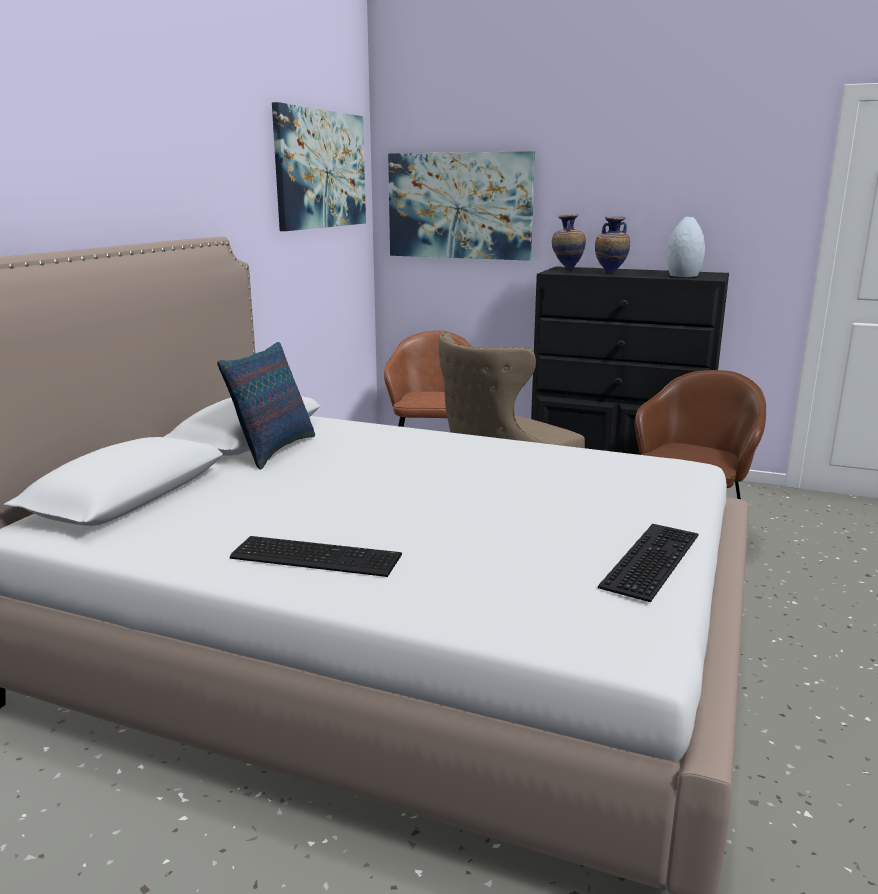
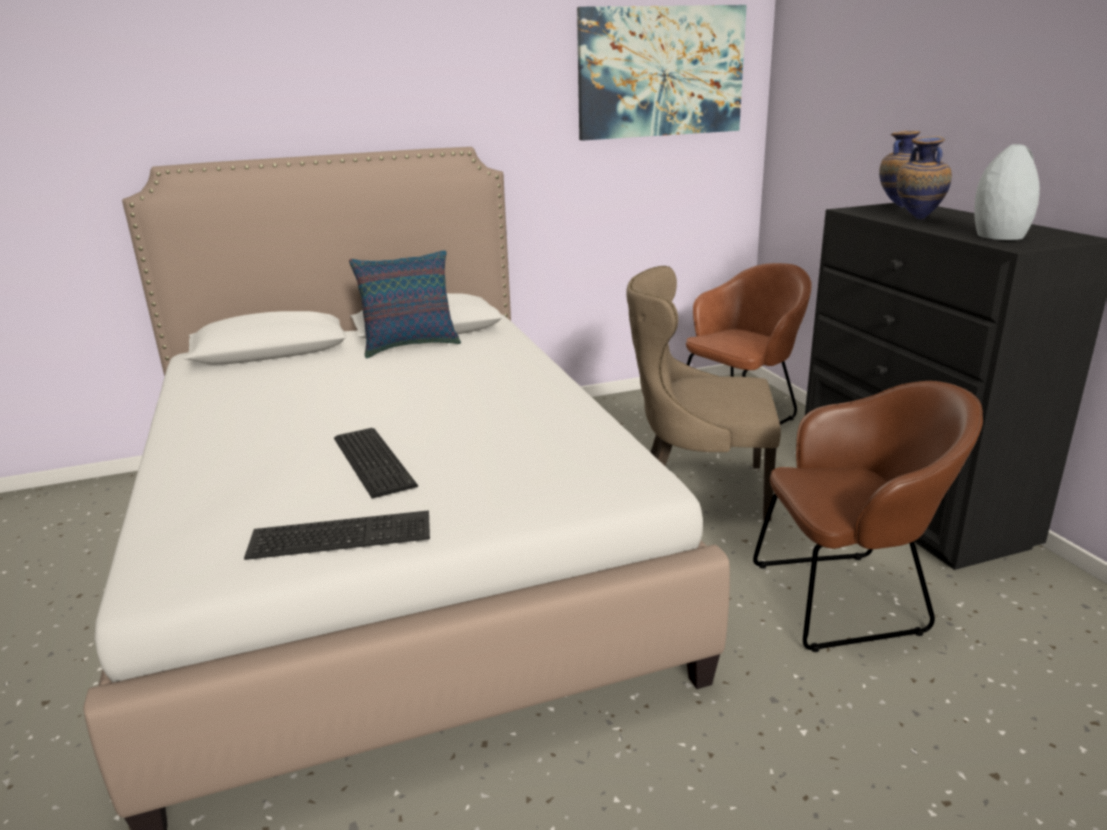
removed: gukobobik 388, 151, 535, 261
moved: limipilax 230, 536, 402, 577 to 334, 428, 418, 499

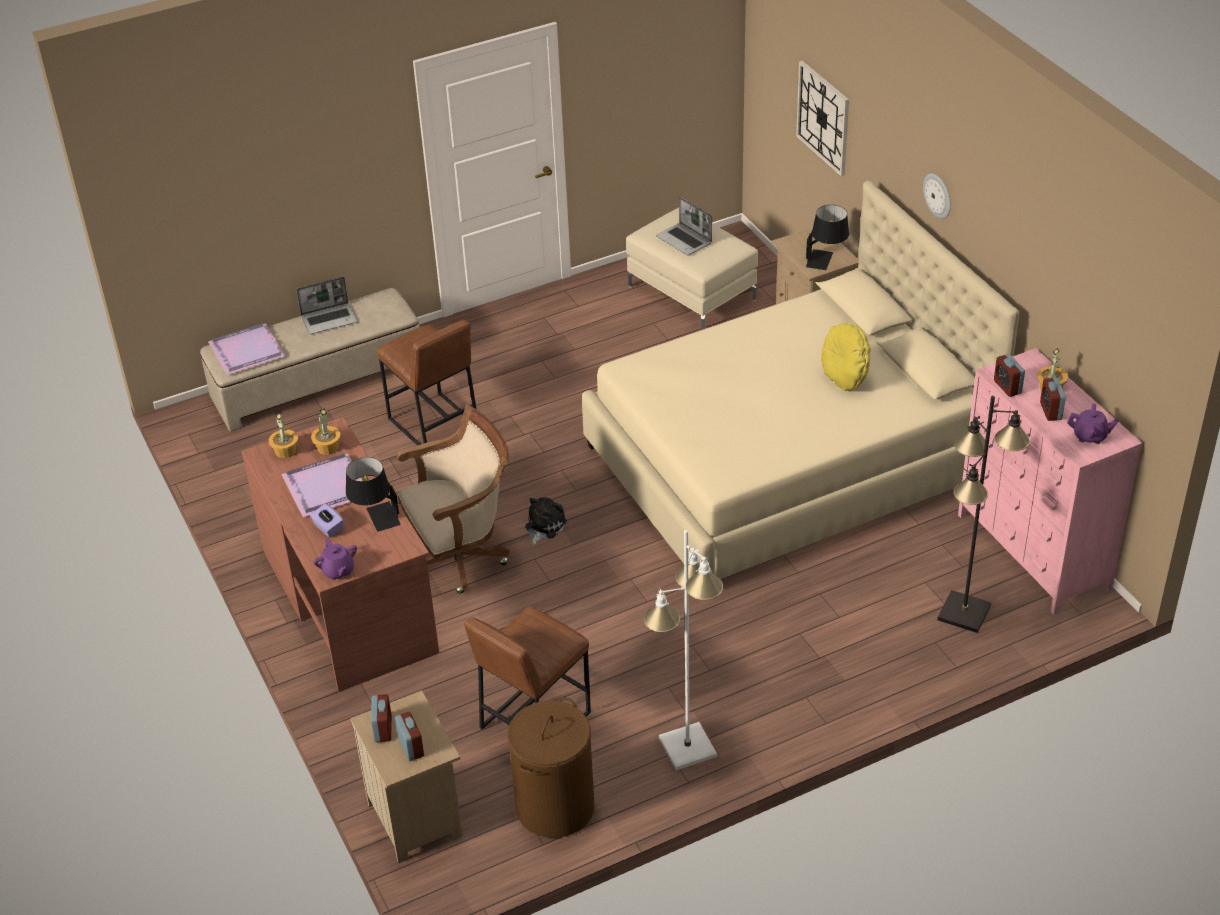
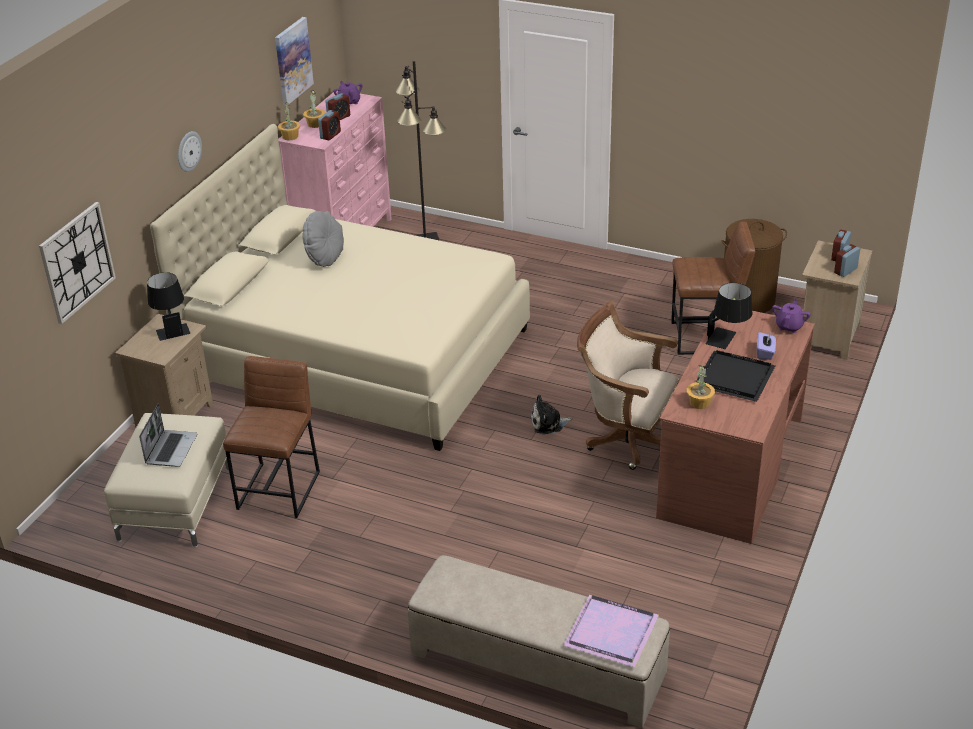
removed: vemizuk 296, 277, 358, 334; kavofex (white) 643, 530, 723, 770
added: gukobobik 275, 17, 314, 105
moved: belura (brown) 377, 320, 477, 445 to 223, 356, 320, 518; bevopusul 269, 413, 298, 458 to 278, 102, 300, 140
recoloured: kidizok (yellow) 821, 323, 871, 391 to kidizok (grey) 302, 211, 344, 267; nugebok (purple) 281, 454, 363, 517 to nugebok (black) 696, 350, 775, 402

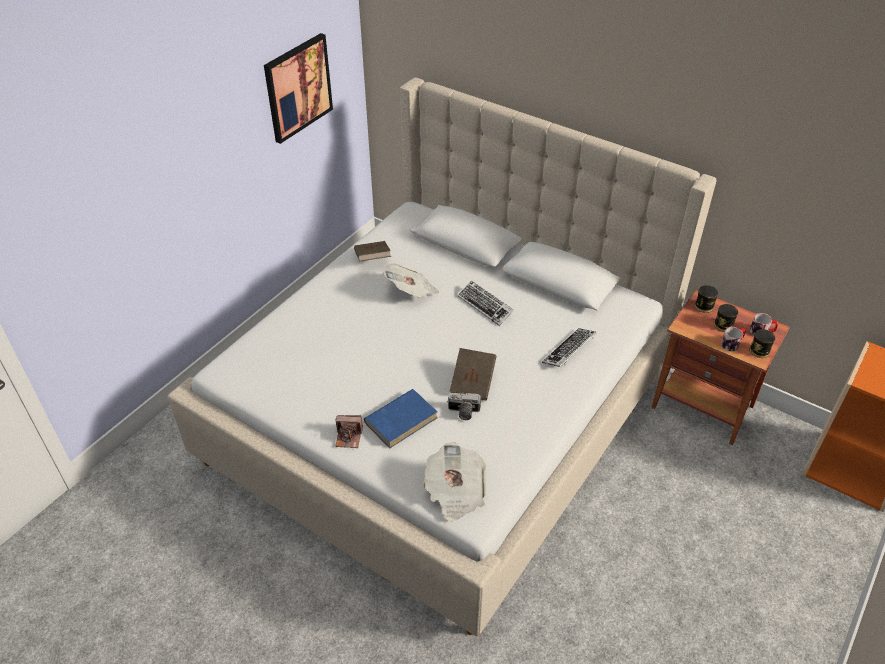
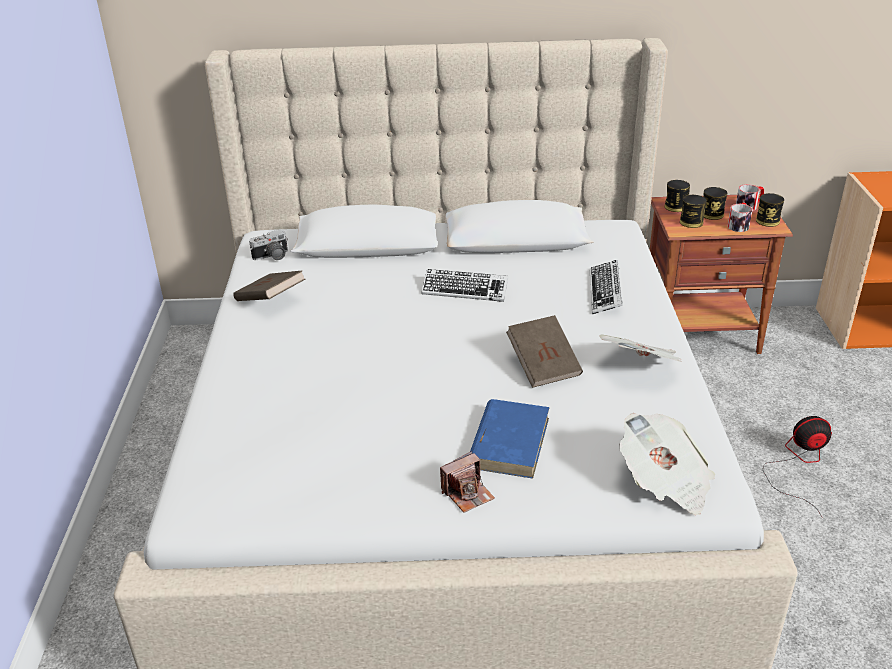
removed: gukobobik 264, 33, 333, 144
added: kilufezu 680, 195, 707, 228; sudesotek 763, 416, 832, 518
moved: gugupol 383, 264, 439, 298 to 600, 334, 682, 362; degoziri 447, 393, 481, 420 to 249, 229, 288, 260

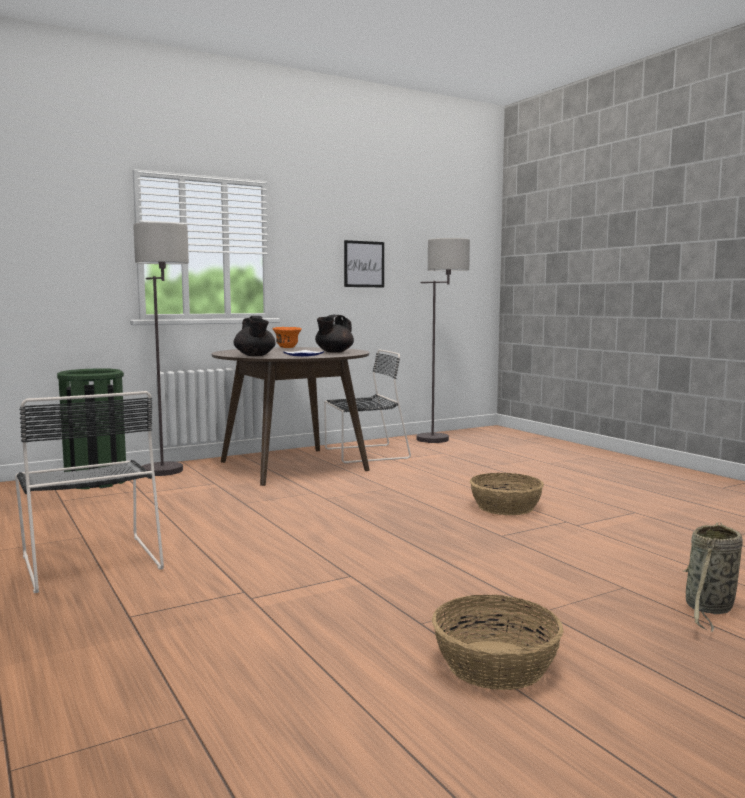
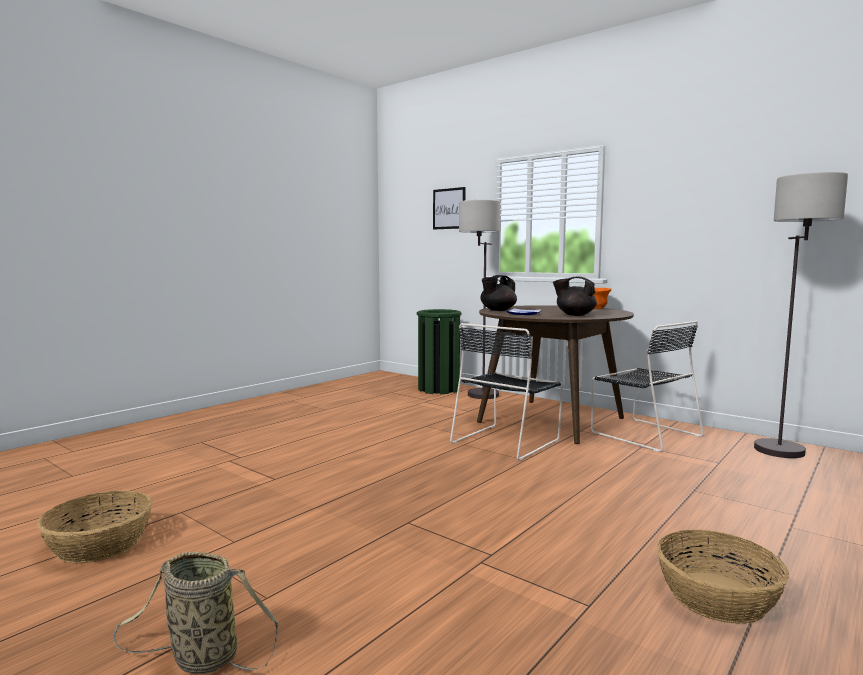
moved: gukobobik 344, 240, 384, 287 to 433, 187, 465, 230; belura (black) 15, 391, 164, 593 to 450, 323, 563, 461; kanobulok 470, 473, 544, 515 to 657, 530, 789, 624

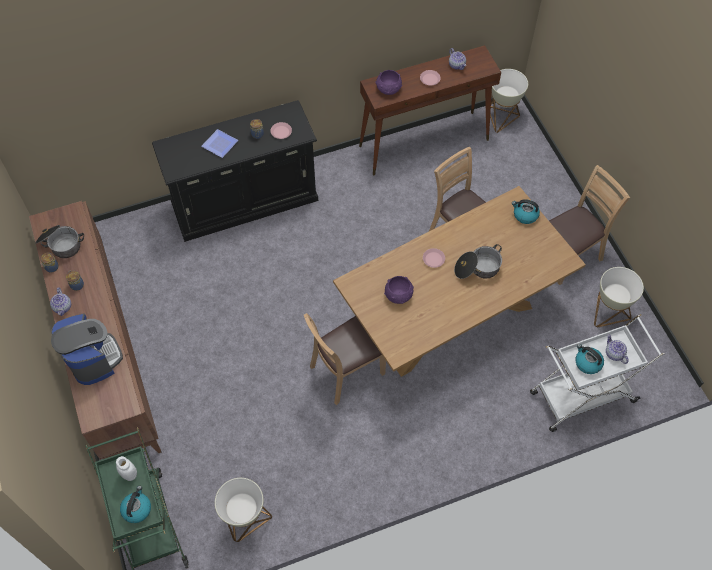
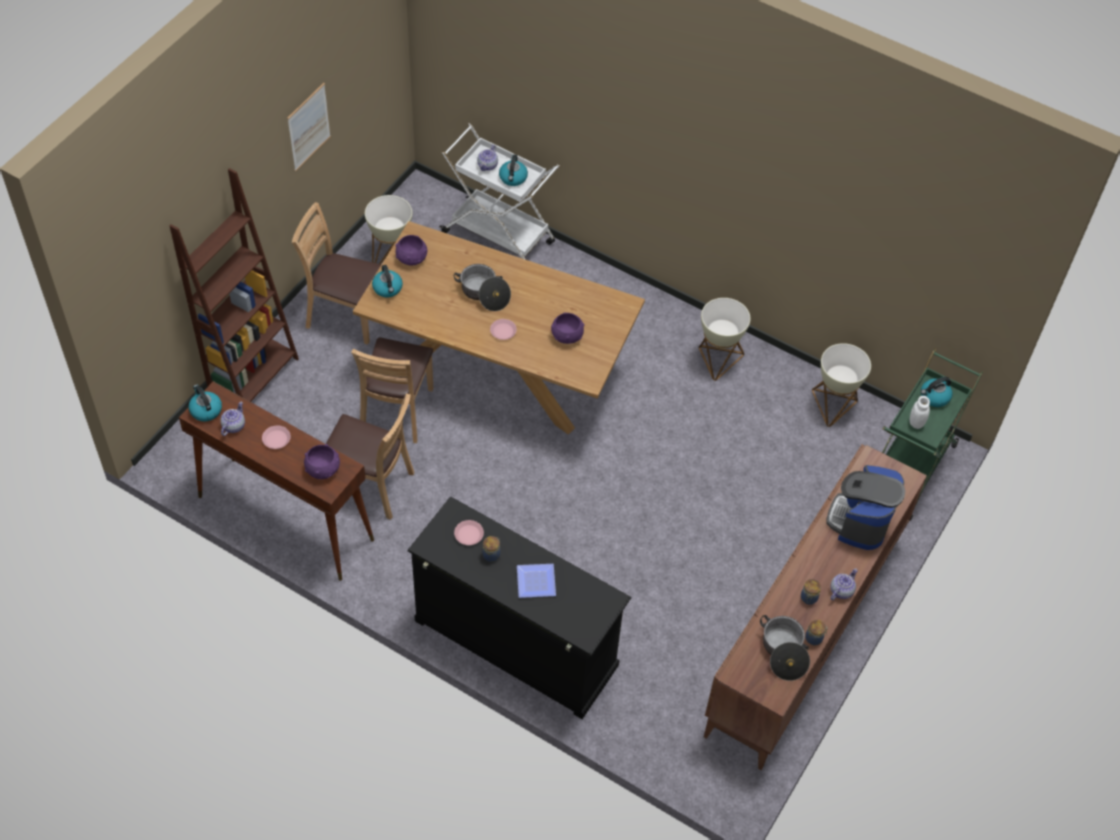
added: gukobobik 287, 83, 331, 171; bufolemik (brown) 170, 168, 299, 402; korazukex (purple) 395, 235, 427, 265; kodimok 189, 384, 222, 422
moved: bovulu 490, 69, 528, 133 to 699, 298, 751, 381; belura (brown) 304, 313, 386, 405 to 326, 393, 414, 520

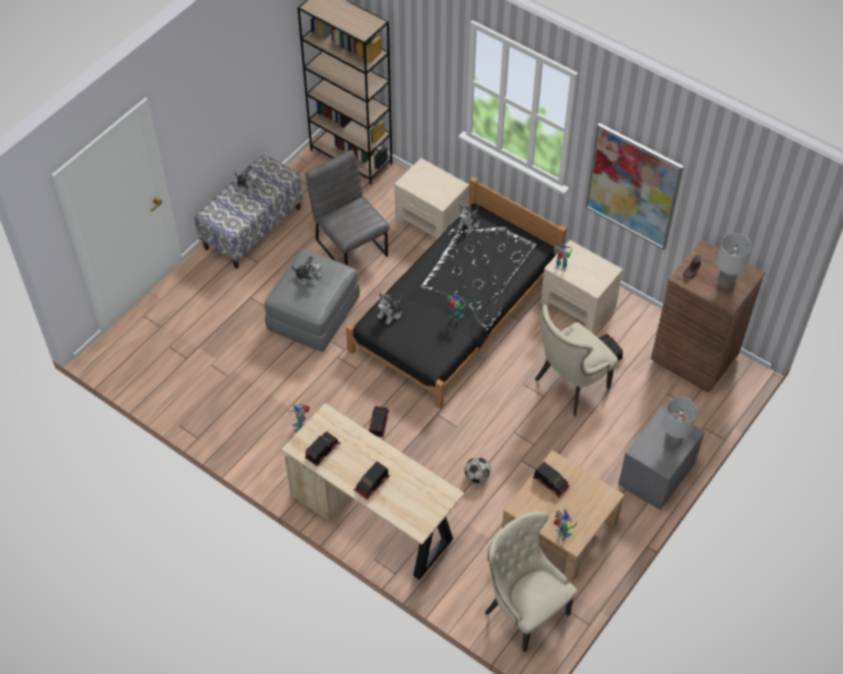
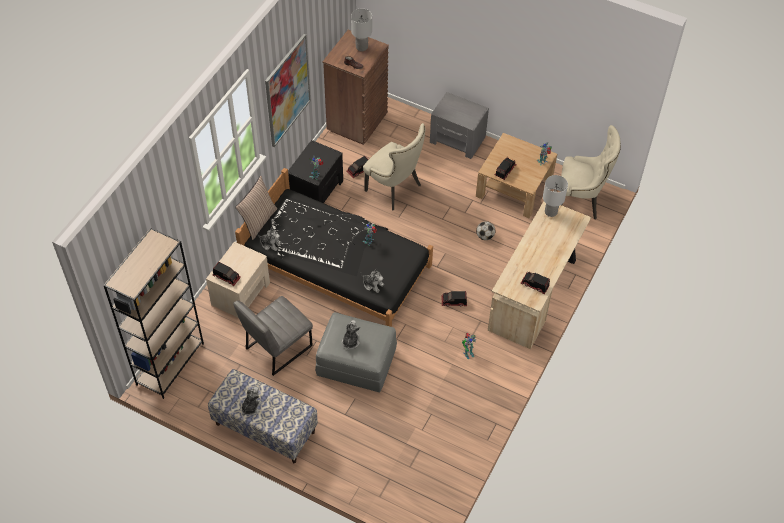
added: kidizok 235, 176, 278, 240
moved: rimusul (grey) 663, 397, 697, 449 to 543, 175, 568, 217; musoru 353, 461, 390, 500 to 213, 262, 241, 286
recoloured: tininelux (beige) 541, 240, 623, 332 to tininelux (black) 288, 140, 343, 203
turned: belura (beige) 485, 511, 577, 652 = 561, 125, 621, 220 120 degrees counterclockwise

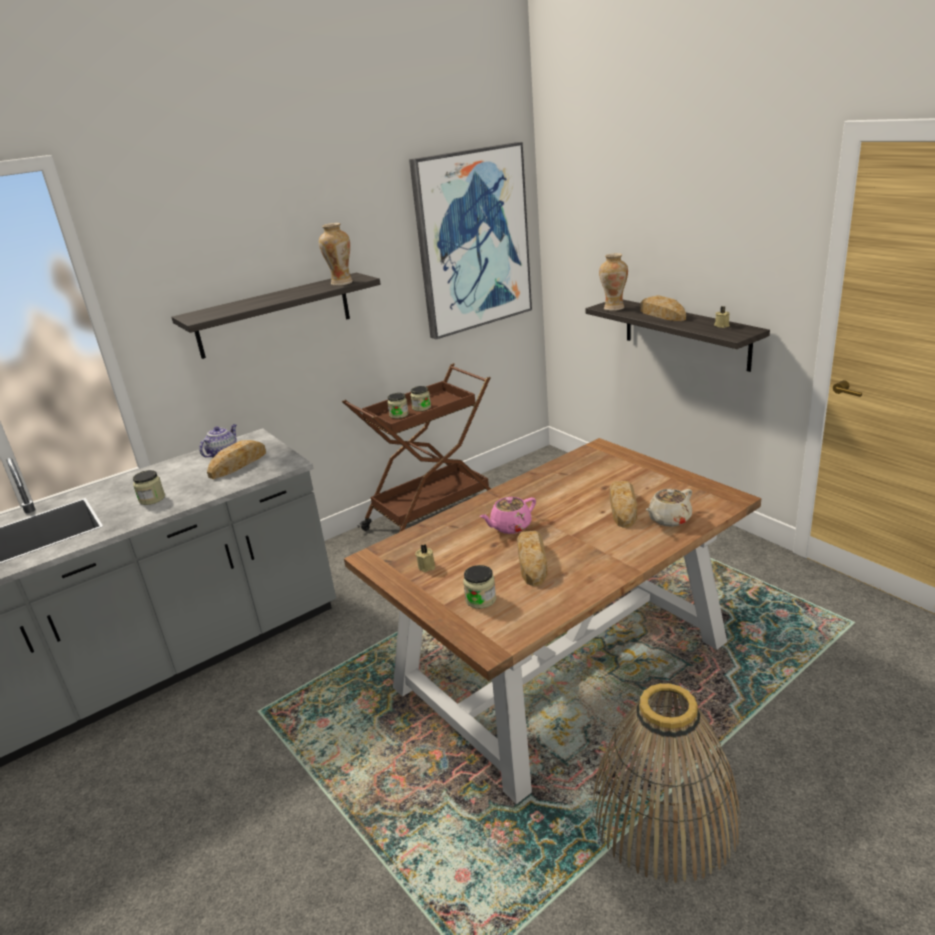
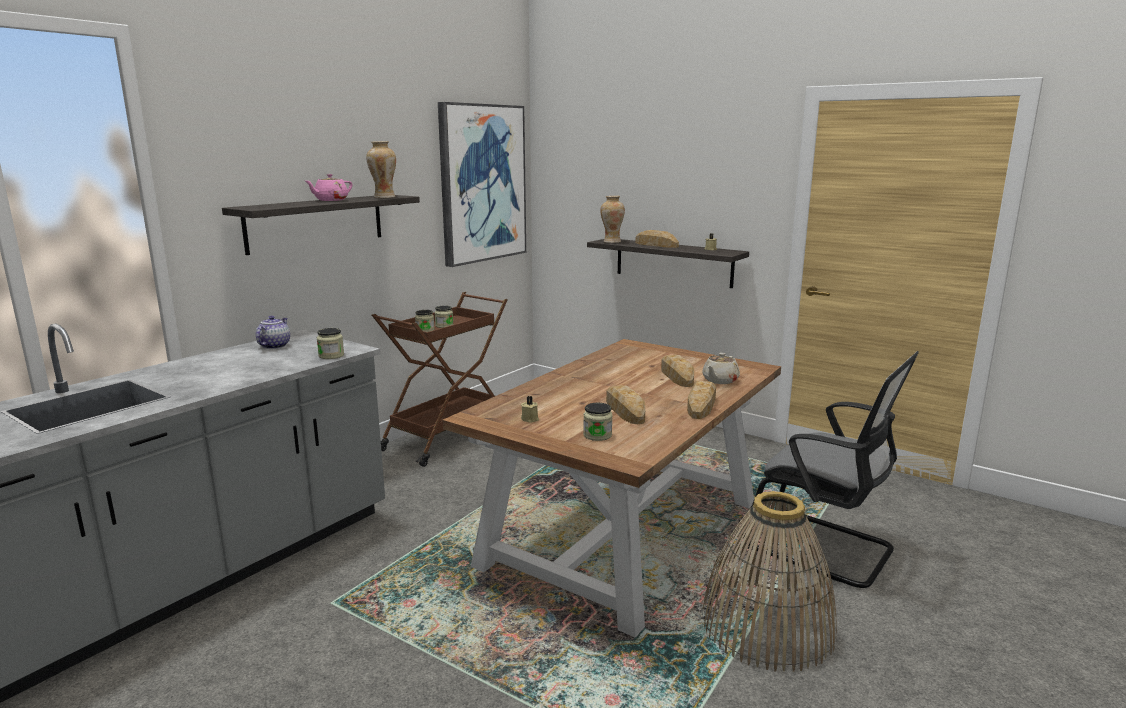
added: belura 743, 351, 919, 588
moved: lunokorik 207, 440, 266, 479 to 687, 381, 716, 419; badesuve 133, 470, 165, 505 to 317, 328, 344, 359; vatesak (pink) 480, 497, 536, 534 to 305, 174, 352, 201

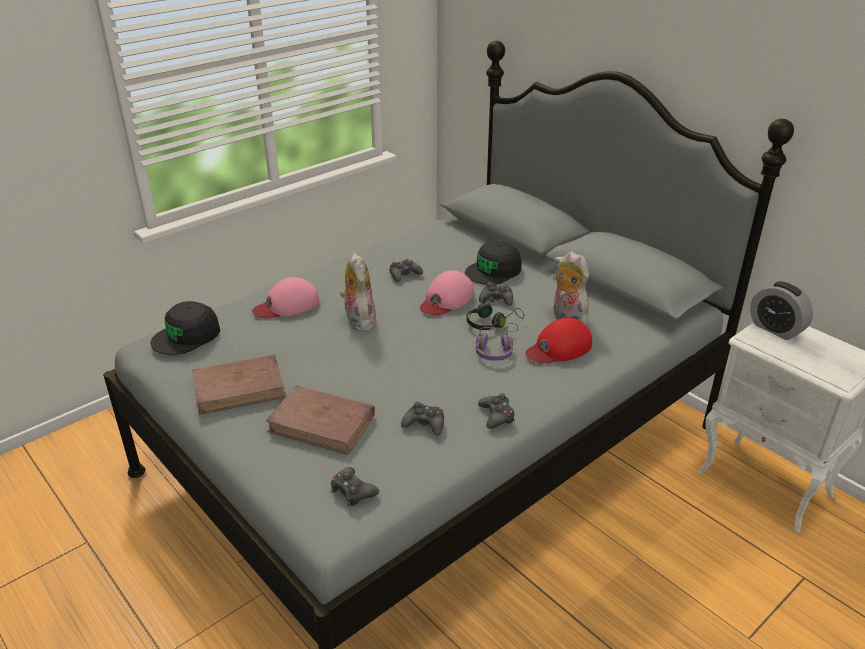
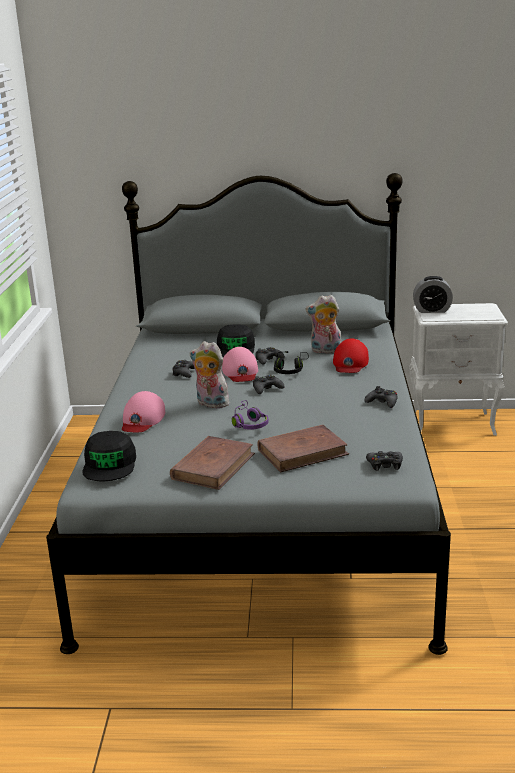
moved: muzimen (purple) 476, 323, 518, 361 to 232, 400, 269, 430; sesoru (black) 401, 402, 444, 436 to 253, 375, 284, 394

